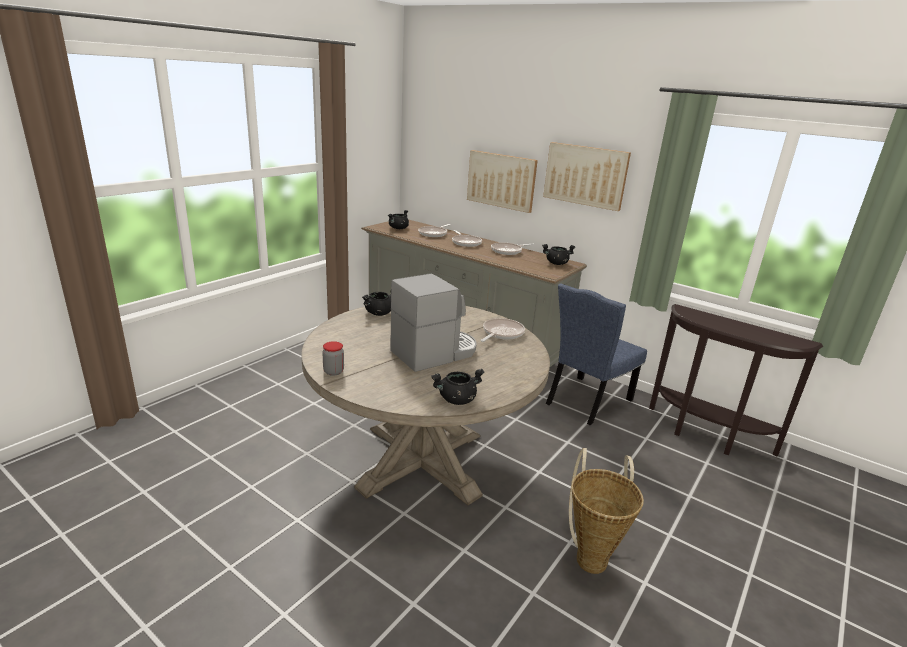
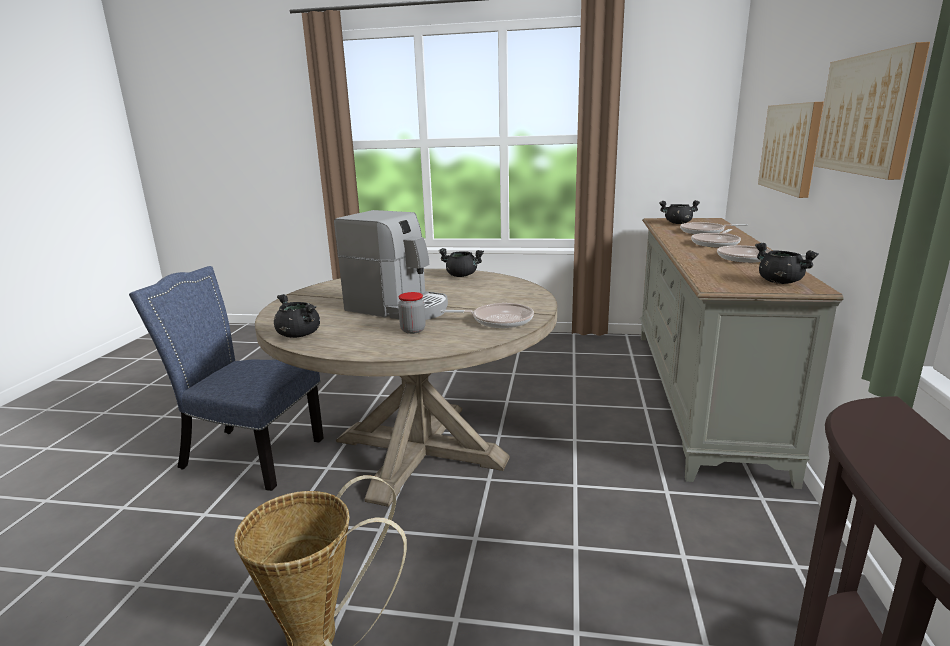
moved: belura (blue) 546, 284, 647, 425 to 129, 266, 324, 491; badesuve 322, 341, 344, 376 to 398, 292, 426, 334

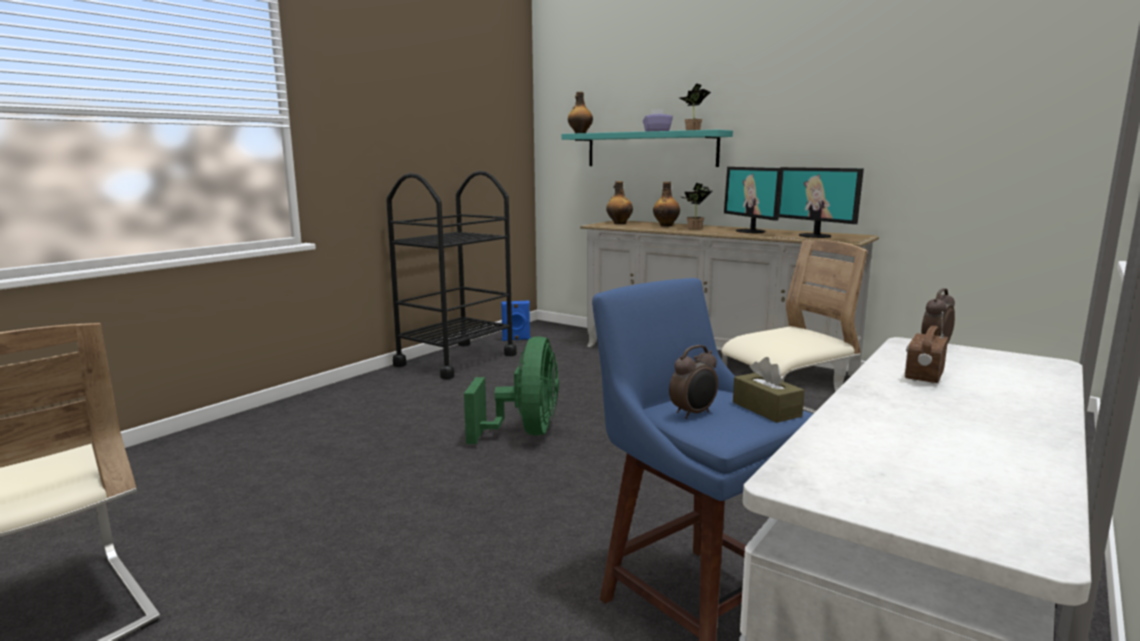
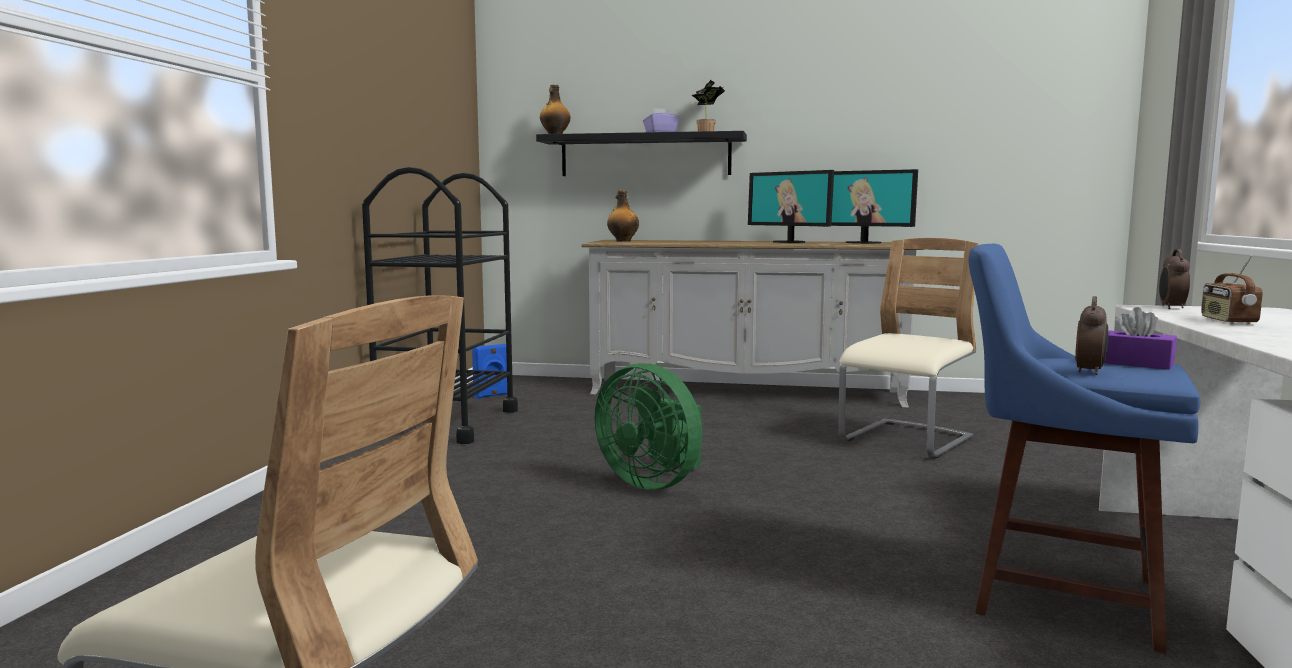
removed: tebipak 653, 182, 680, 226; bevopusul 681, 183, 713, 229
recoloured: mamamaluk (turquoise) 561, 130, 733, 167 to mamamaluk (black) 536, 131, 747, 176; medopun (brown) 733, 357, 805, 423 to medopun (purple) 1104, 307, 1177, 370
turned: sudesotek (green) 464, 336, 559, 444 = 595, 363, 702, 490 150 degrees clockwise

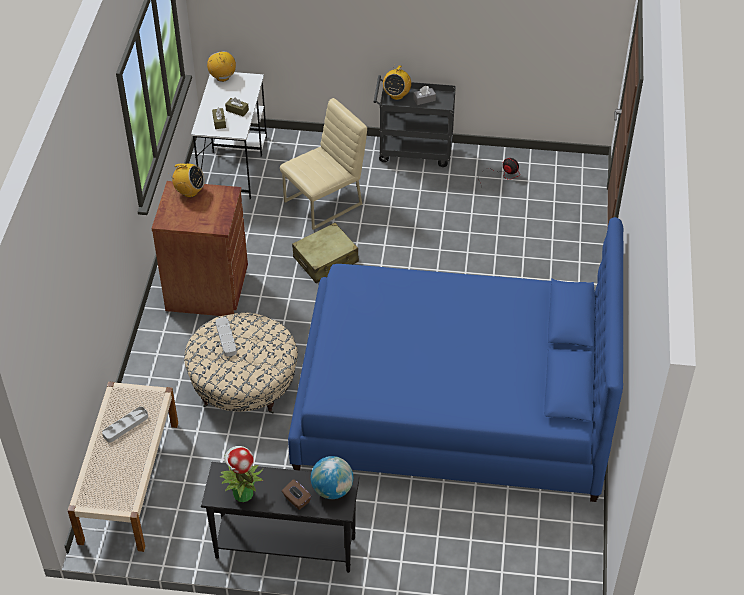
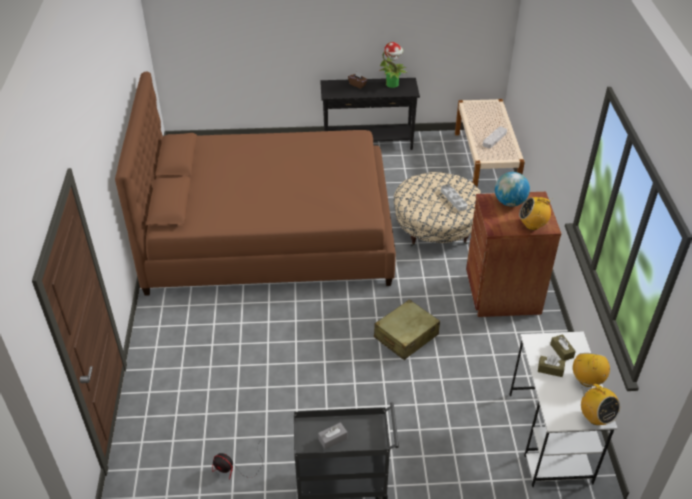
removed: belura (beige) 280, 98, 367, 230
moved: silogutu 383, 65, 411, 100 to 573, 353, 610, 387; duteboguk 311, 456, 353, 499 to 495, 172, 530, 206
recoloured: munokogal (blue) 288, 217, 623, 502 to munokogal (brown) 115, 71, 396, 296

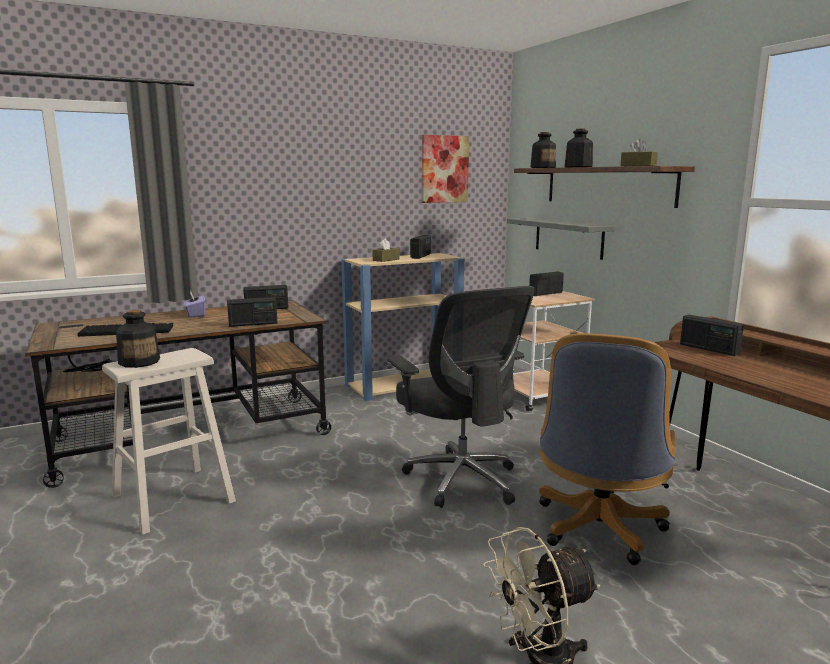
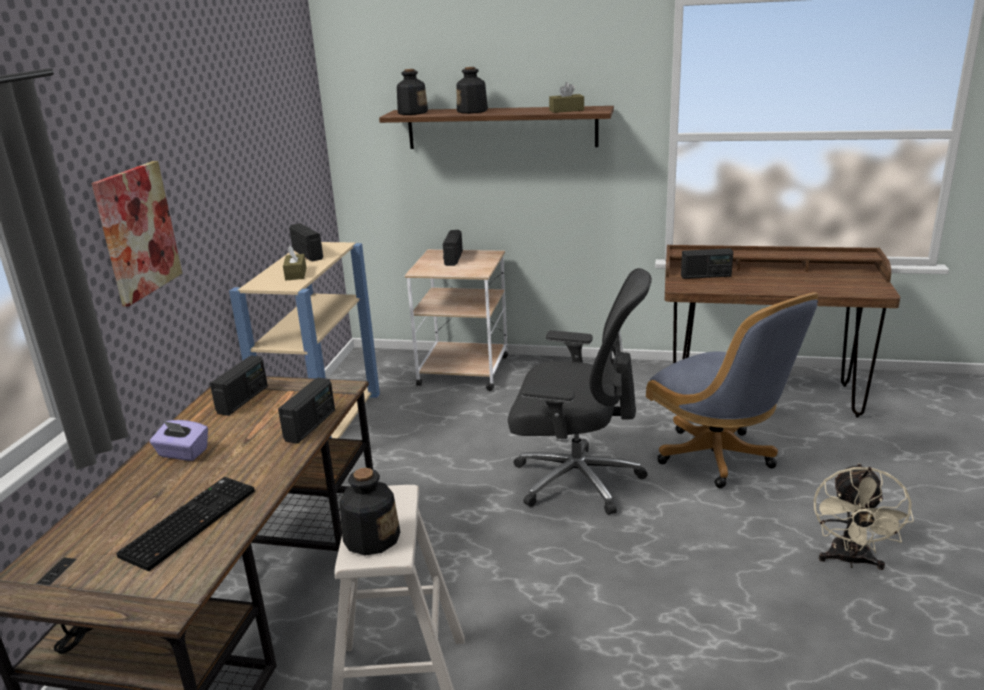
removed: mamamaluk (grey) 507, 218, 615, 260
moved: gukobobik 422, 135, 469, 203 to 92, 161, 182, 307

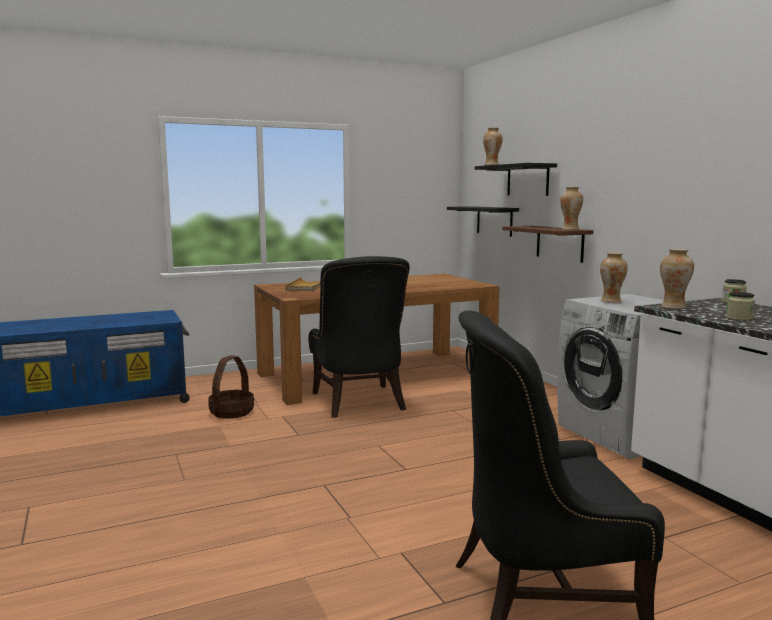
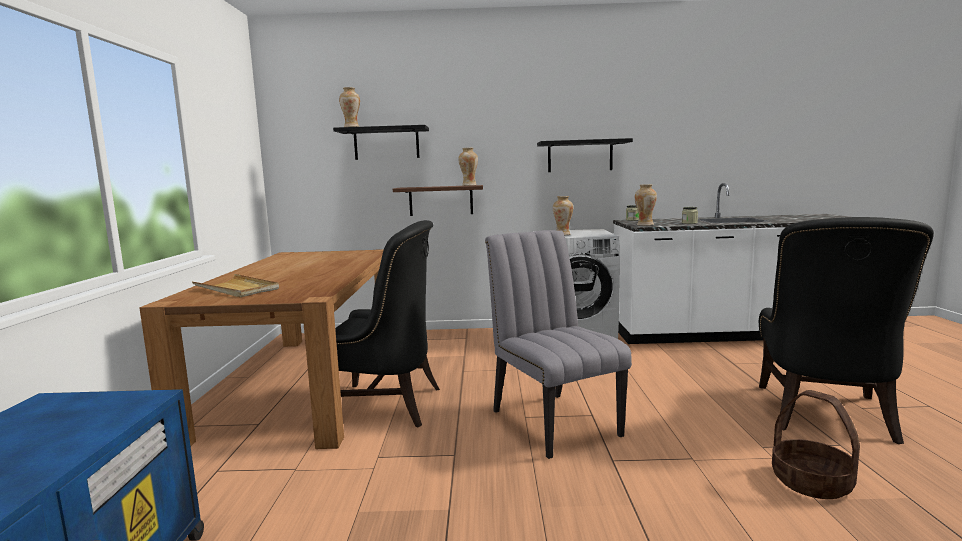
added: belura (grey) 485, 230, 632, 459
moved: mamamaluk (black) 447, 206, 519, 237 to 537, 138, 633, 172; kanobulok 208, 355, 254, 419 to 772, 390, 860, 499

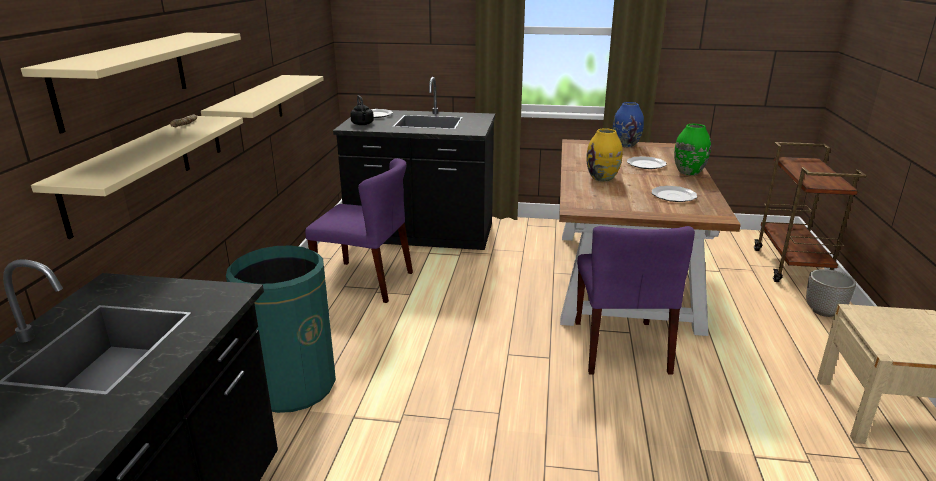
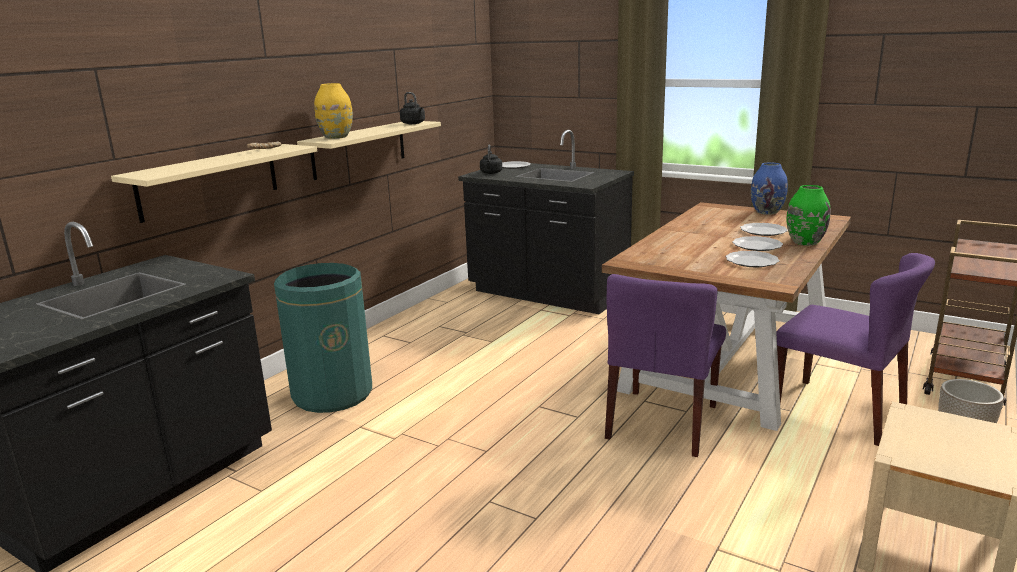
removed: mamamaluk (beige) 21, 33, 241, 133
added: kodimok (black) 400, 92, 425, 124; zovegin 732, 236, 783, 251
moved: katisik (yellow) 586, 128, 623, 182 to 314, 83, 353, 139; belura (purple) 305, 158, 413, 303 to 776, 253, 935, 446

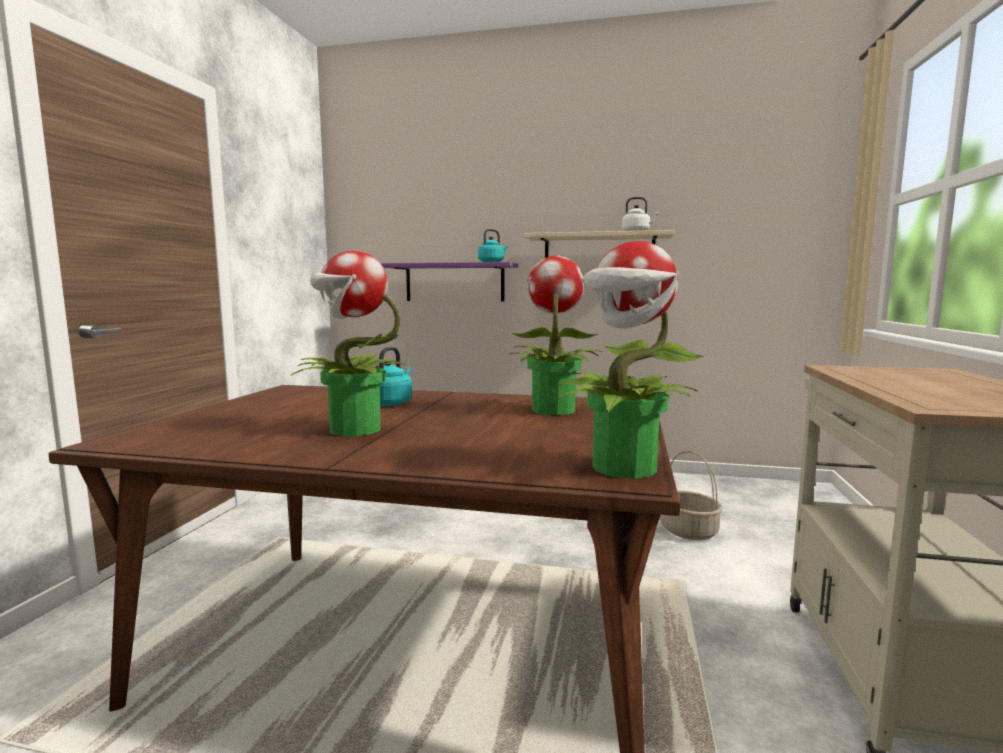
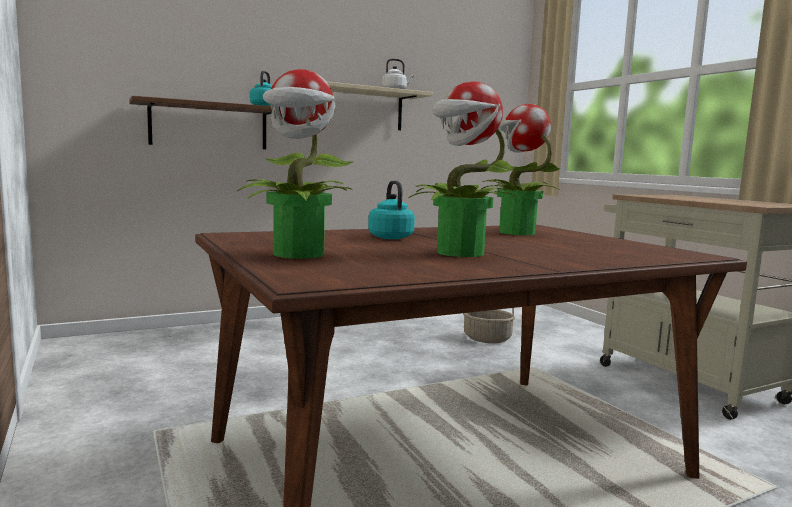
moved: bevopusul 555, 241, 704, 479 to 237, 69, 353, 259
recoloured: mamamaluk (purple) 381, 262, 518, 302 to mamamaluk (brown) 129, 96, 272, 149

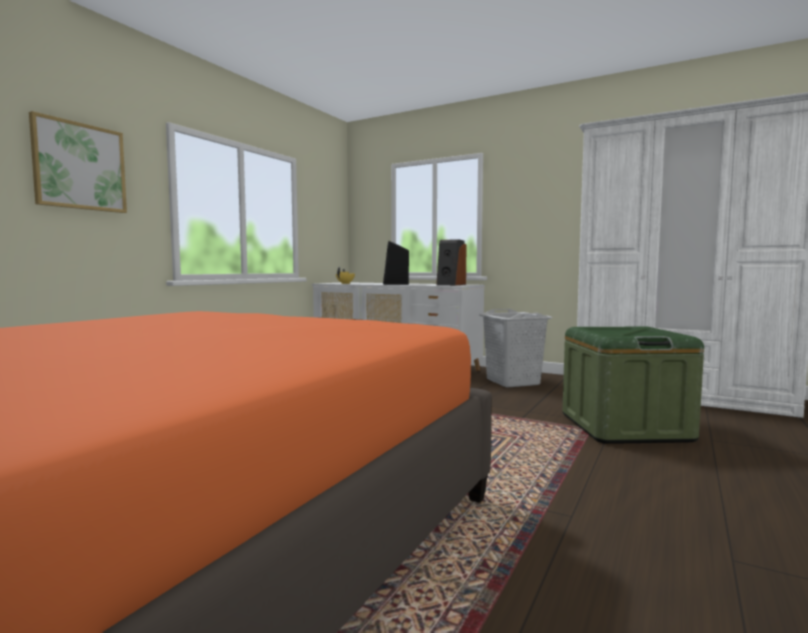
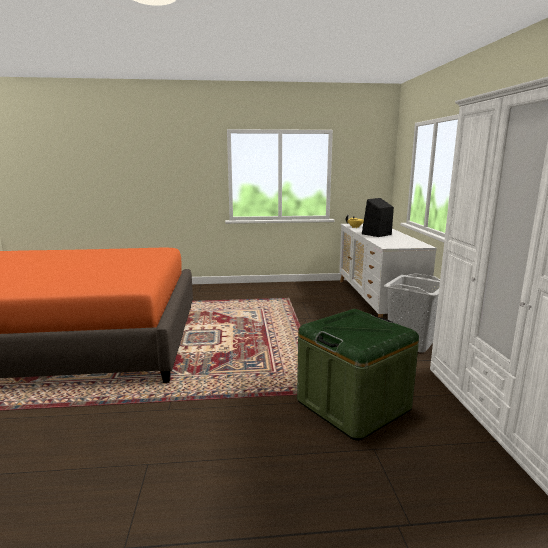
removed: gukobobik 29, 111, 127, 213; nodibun 436, 239, 466, 286

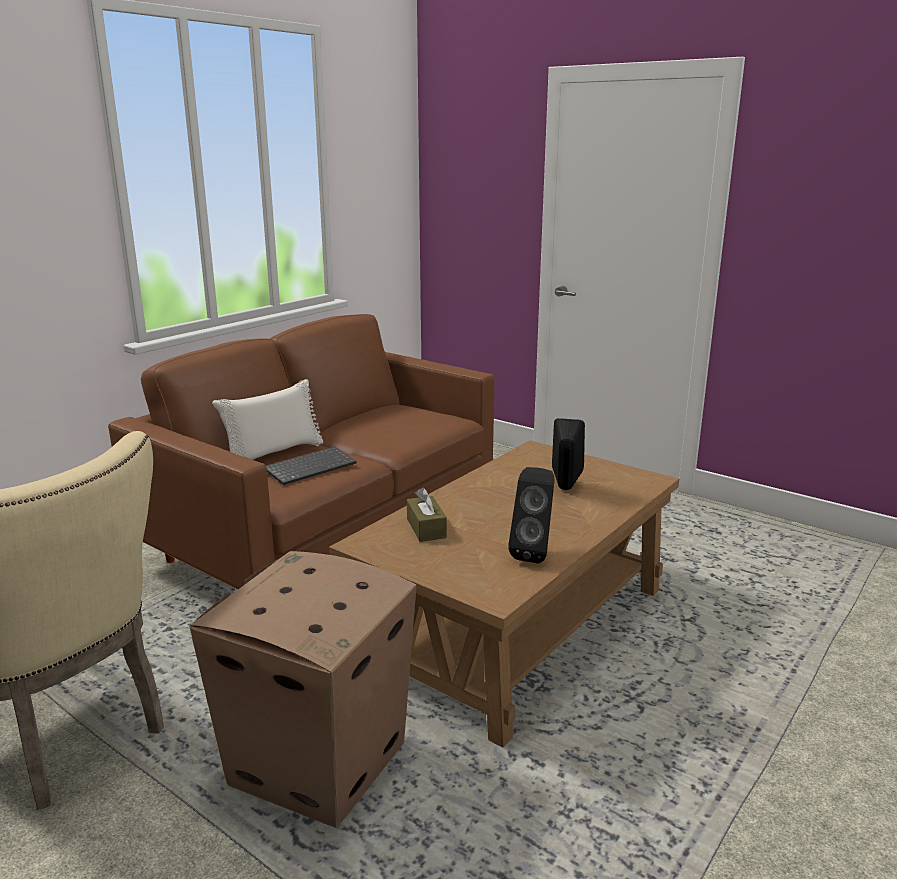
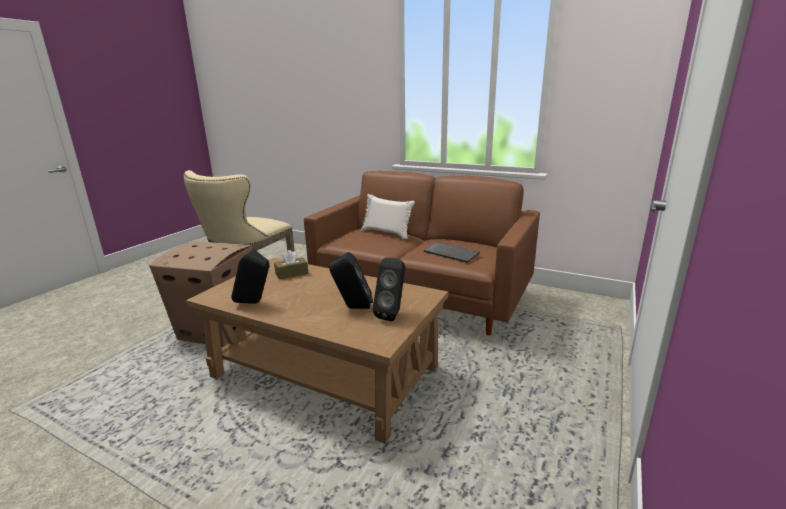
added: nodibun (black) 373, 257, 405, 321
moved: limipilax 266, 447, 357, 485 to 424, 242, 480, 263

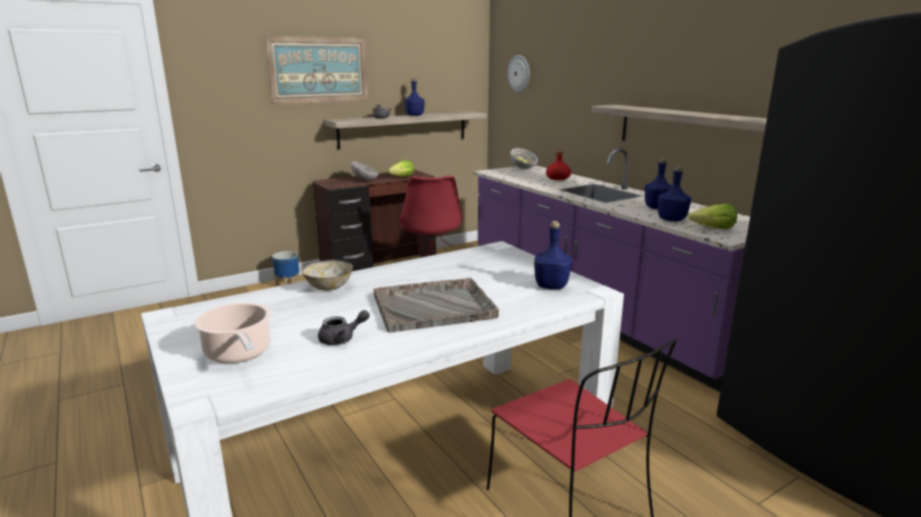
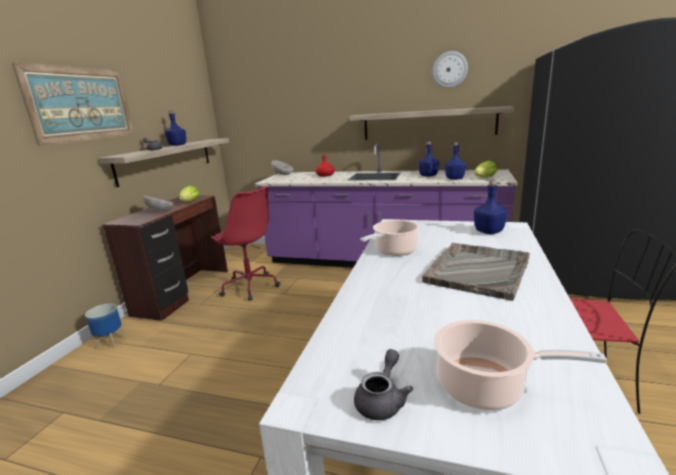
removed: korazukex 302, 260, 353, 291
added: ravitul 360, 220, 420, 256
moved: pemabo 508, 55, 530, 92 to 433, 51, 468, 88; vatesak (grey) 318, 310, 370, 345 to 354, 349, 413, 420

